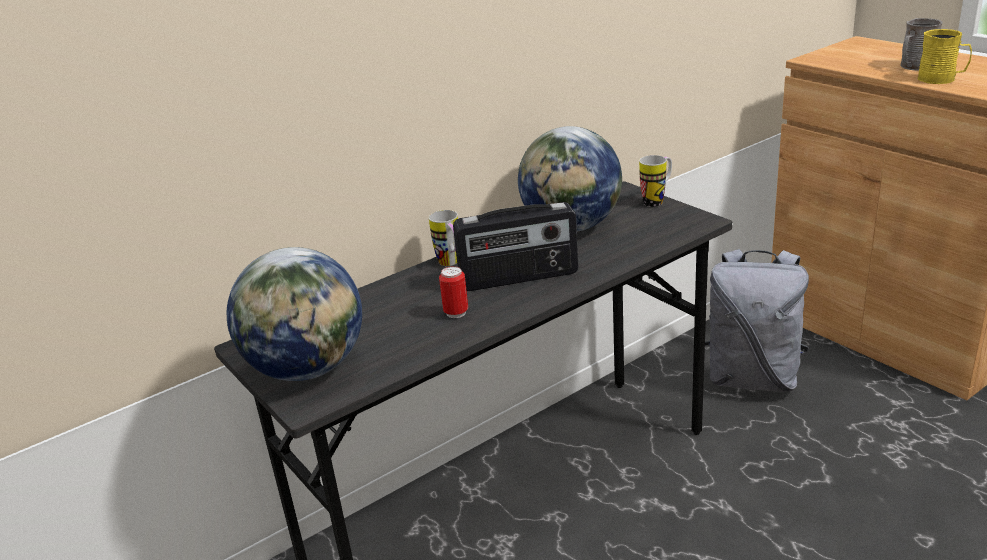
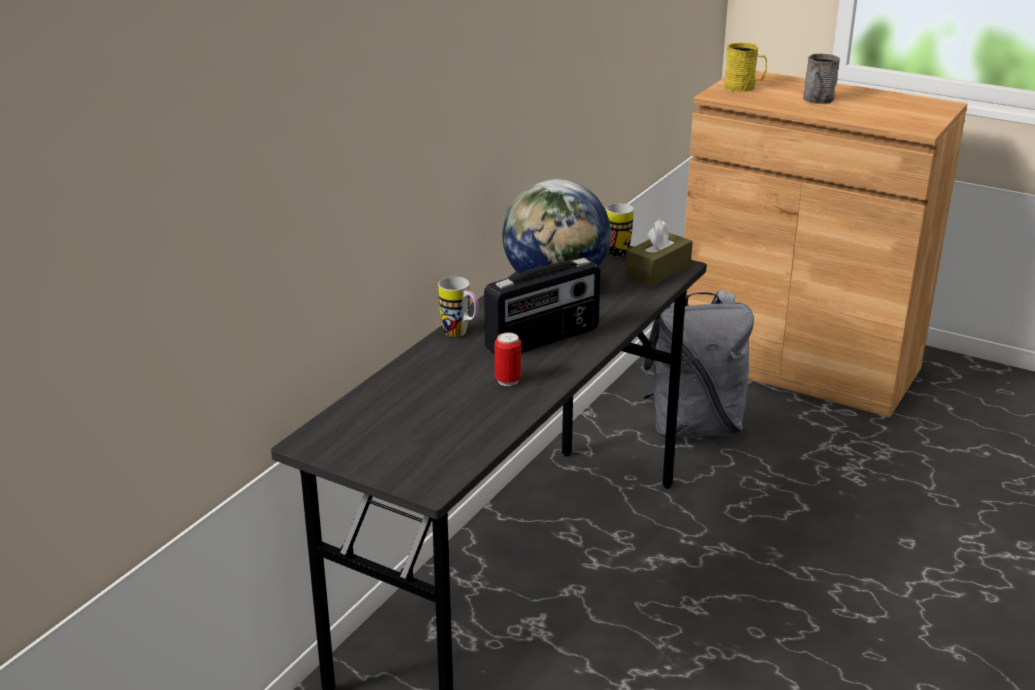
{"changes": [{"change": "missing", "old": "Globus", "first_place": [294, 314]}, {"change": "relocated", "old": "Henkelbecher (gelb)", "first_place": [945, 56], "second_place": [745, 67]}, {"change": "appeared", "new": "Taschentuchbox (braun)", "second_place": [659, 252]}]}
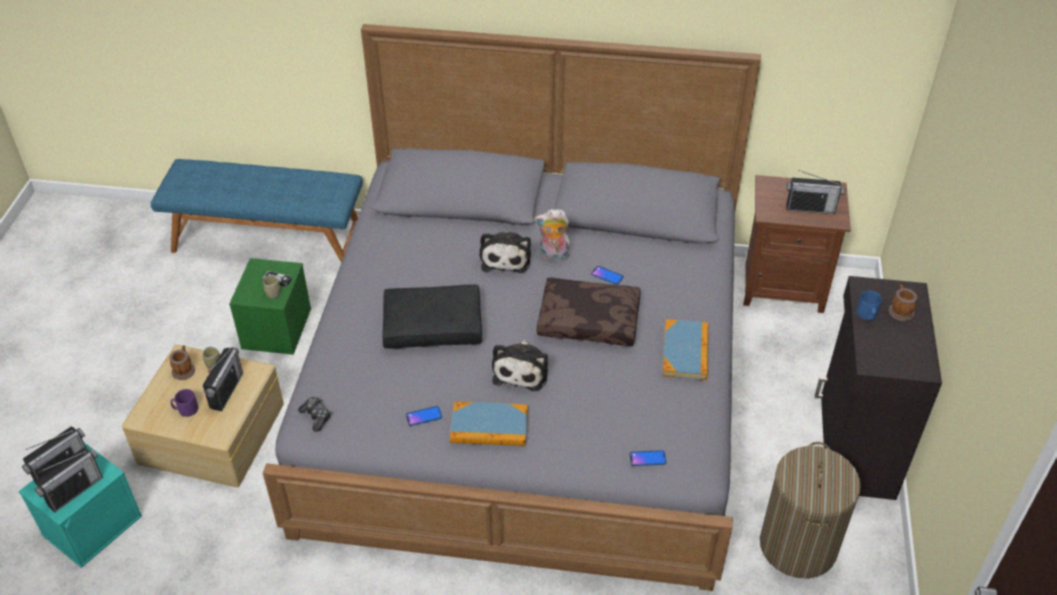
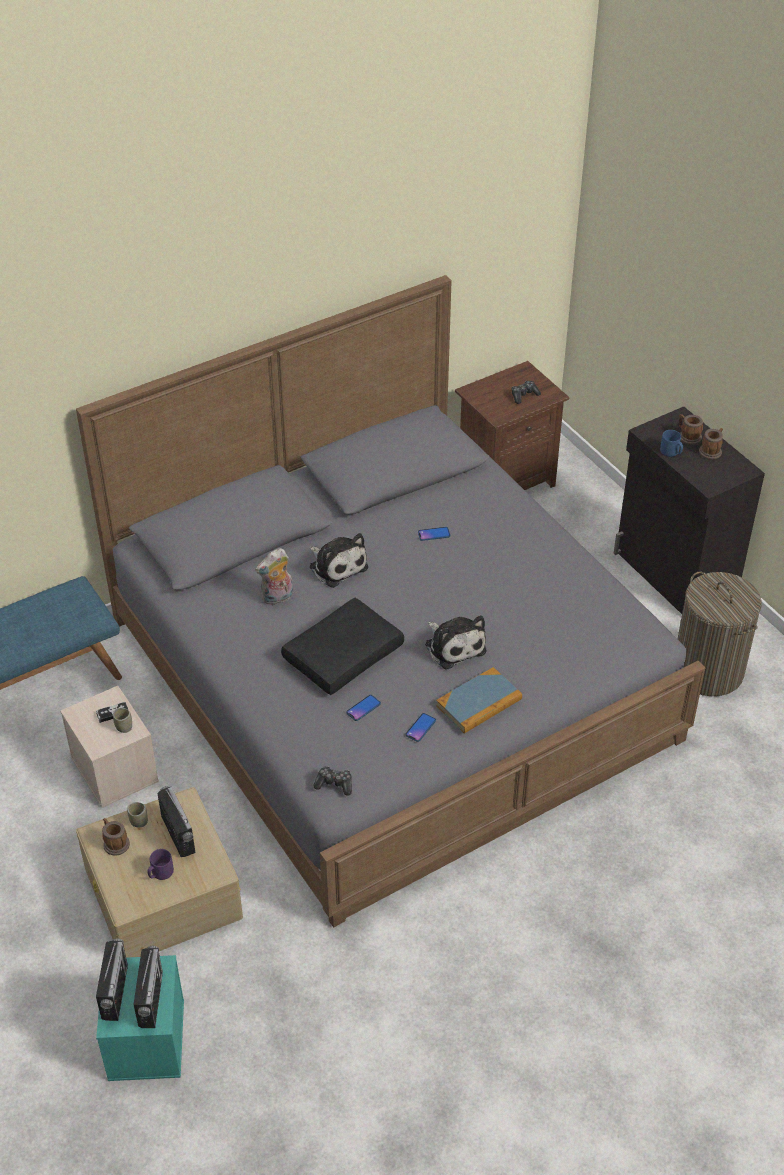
{"changes": [{"change": "colour", "old": "Aufbewahrungsbox (grün)", "new": "Aufbewahrungsbox (beige)", "first_place": [270, 306], "second_place": [109, 747]}, {"change": "relocated", "old": "Plüschtier", "first_place": [552, 235], "second_place": [274, 576]}, {"change": "missing", "old": "Kissen (braun)", "first_place": [588, 312]}, {"change": "relocated", "old": "Handy", "first_place": [648, 458], "second_place": [363, 708]}, {"change": "missing", "old": "Buch", "first_place": [685, 349]}, {"change": "exchanged", "old": "Radio", "new": "Gamepad", "first_place": [815, 192], "second_place": [526, 392]}, {"change": "appeared", "new": "Henkelbecher", "second_place": [711, 444]}]}
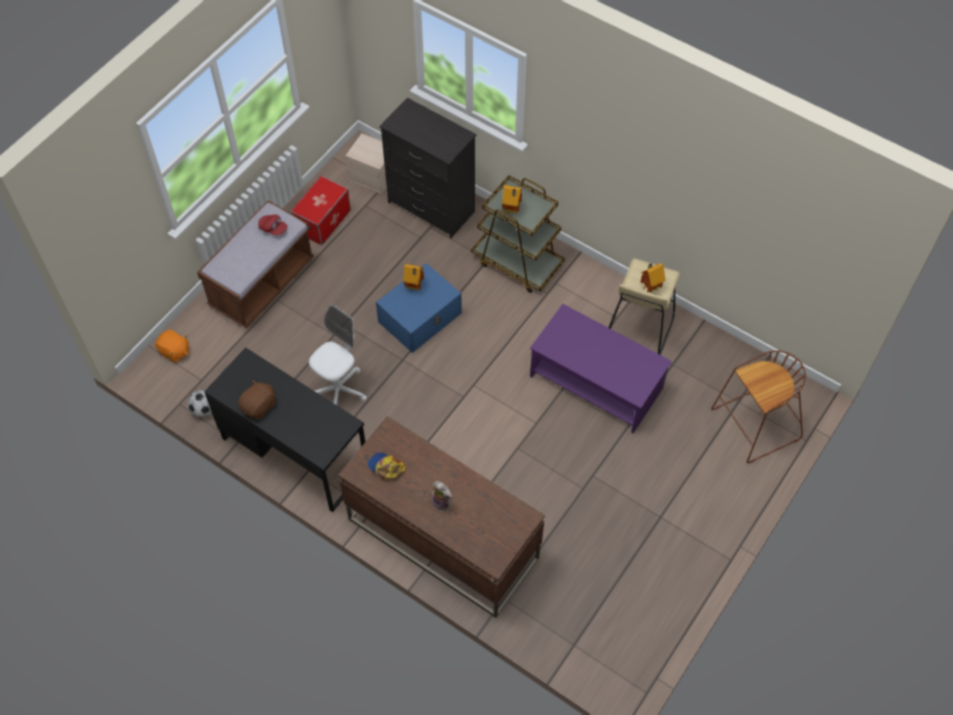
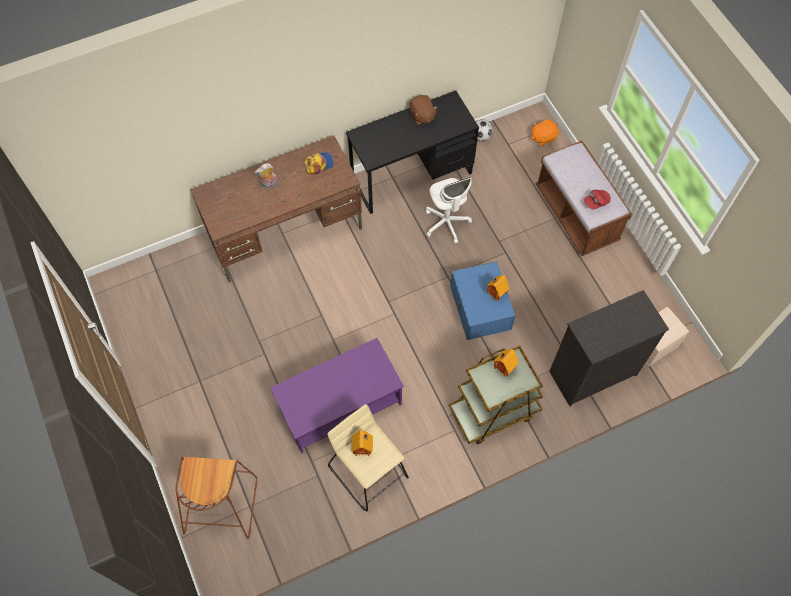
{"changes": [{"change": "missing", "old": "Aufbewahrungsbox", "first_place": [320, 210]}]}
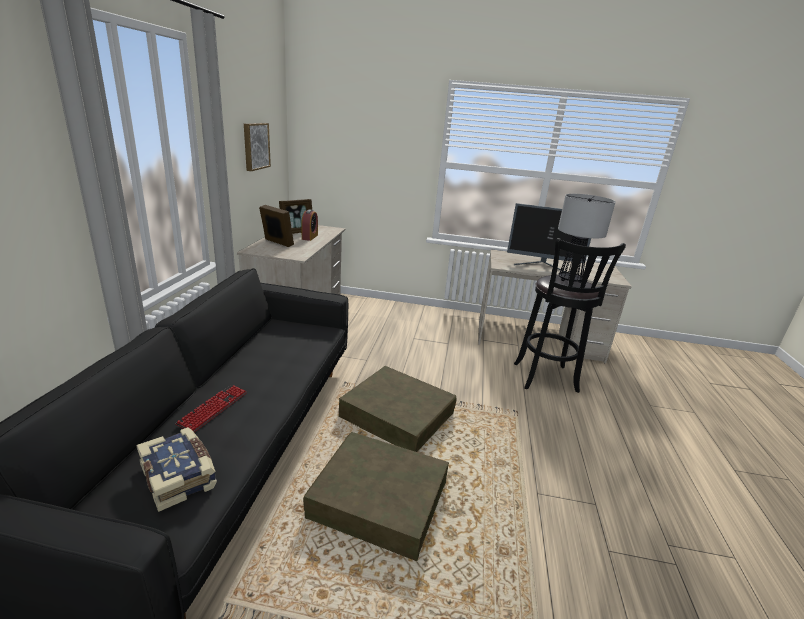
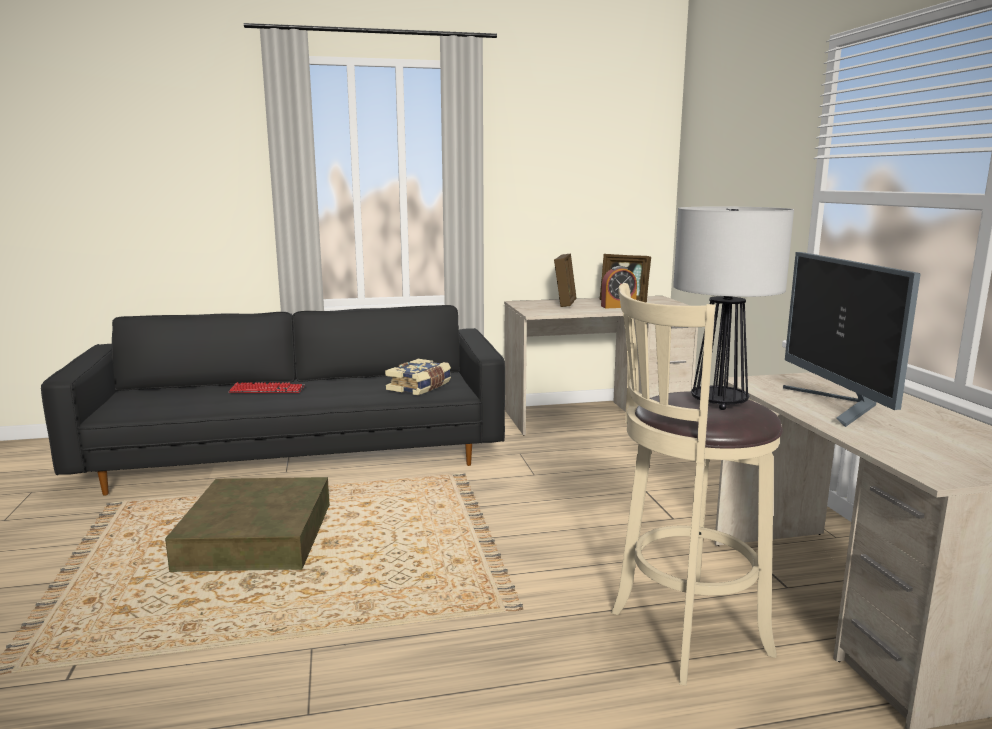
{"changes": [{"change": "relocated", "old": "Buch", "first_place": [176, 469], "second_place": [418, 377]}, {"change": "missing", "old": "Bild", "first_place": [257, 147]}, {"change": "missing", "old": "Aufbewahrungsbox (braun)", "first_place": [398, 409]}, {"change": "colour", "old": "Hocker (schwarz)", "new": "Hocker (beige)", "first_place": [570, 315], "second_place": [697, 484]}]}
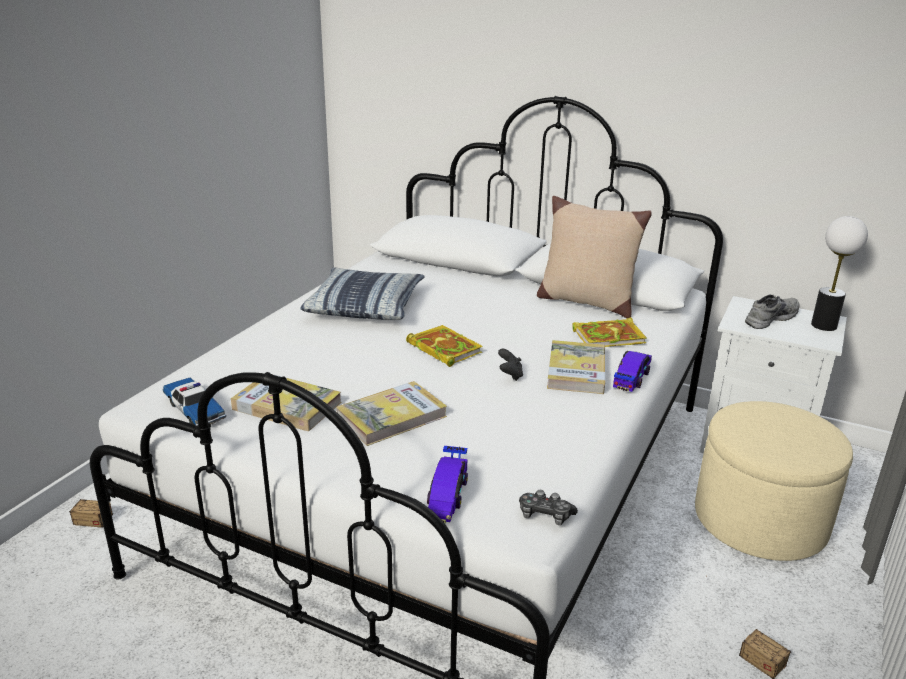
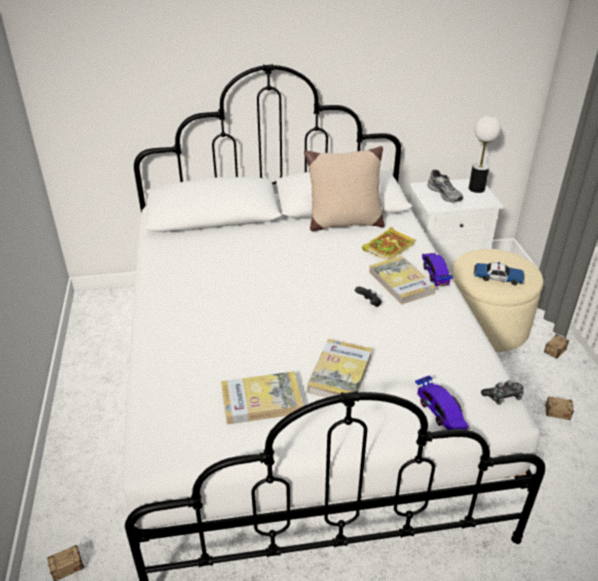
{"changes": [{"change": "relocated", "old": "Spielzeugauto", "first_place": [194, 402], "second_place": [499, 273]}, {"change": "missing", "old": "Kissen", "first_place": [362, 293]}, {"change": "missing", "old": "Buch", "first_place": [444, 346]}, {"change": "spun", "old": "Schuh (grau)", "first_place": [772, 312], "second_place": [445, 186], "degrees": 135}, {"change": "appeared", "new": "Aufbewahrungsbox", "second_place": [556, 346]}]}
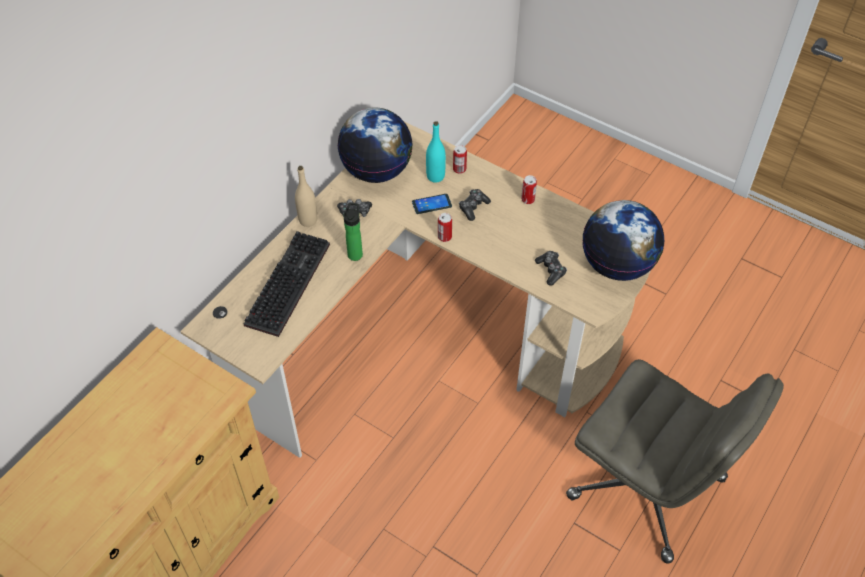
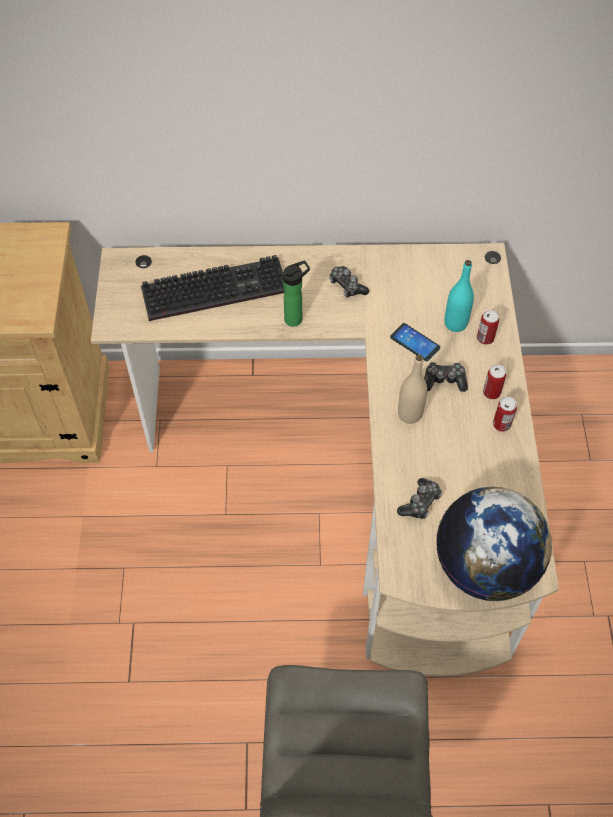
{"changes": [{"change": "relocated", "old": "Flasche (beige)", "first_place": [306, 196], "second_place": [412, 389]}, {"change": "missing", "old": "Globus", "first_place": [374, 145]}, {"change": "relocated", "old": "Dose", "first_place": [445, 227], "second_place": [494, 381]}]}
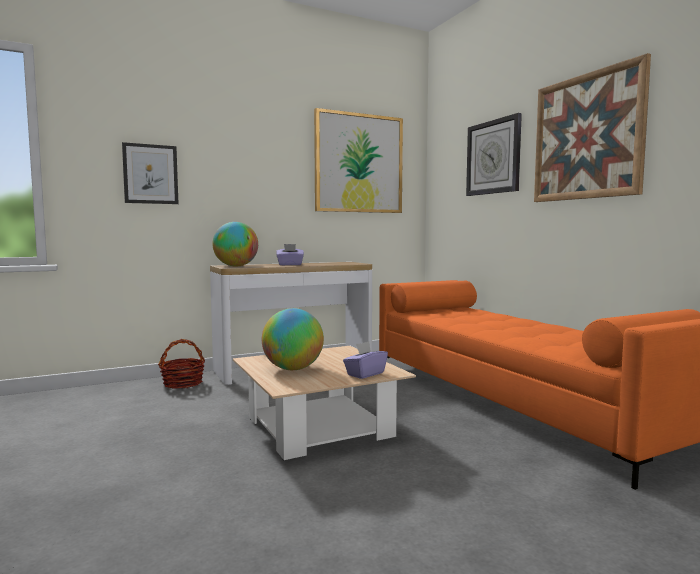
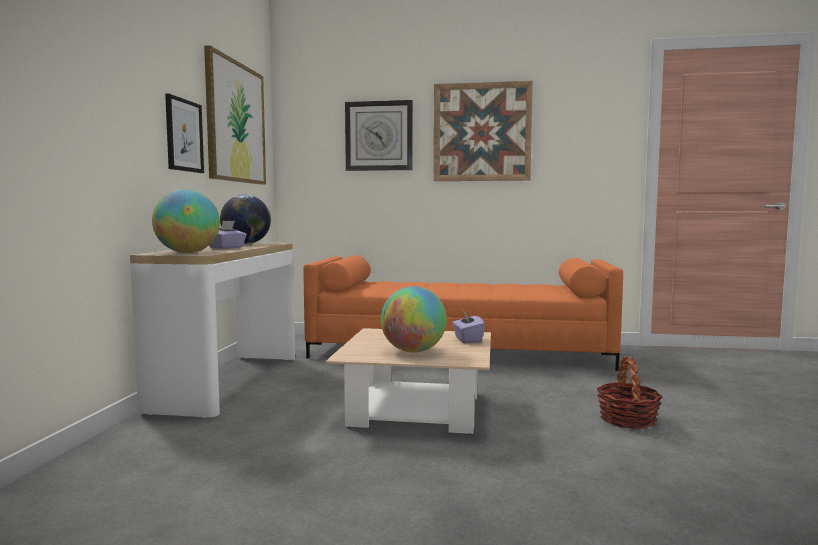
{"changes": [{"change": "relocated", "old": "Bild", "first_place": [150, 173], "second_place": [184, 133]}, {"change": "relocated", "old": "Korb", "first_place": [181, 364], "second_place": [629, 393]}, {"change": "appeared", "new": "Globus", "second_place": [245, 219]}]}
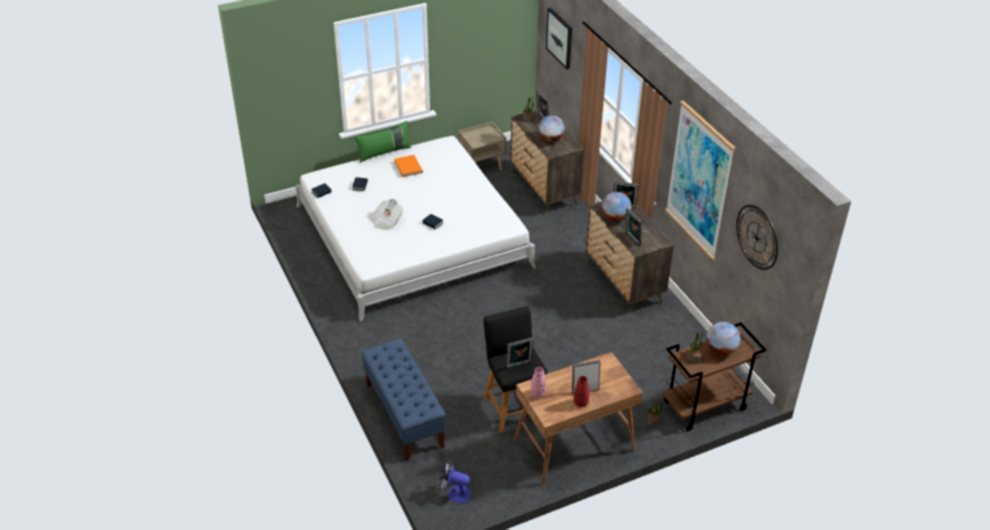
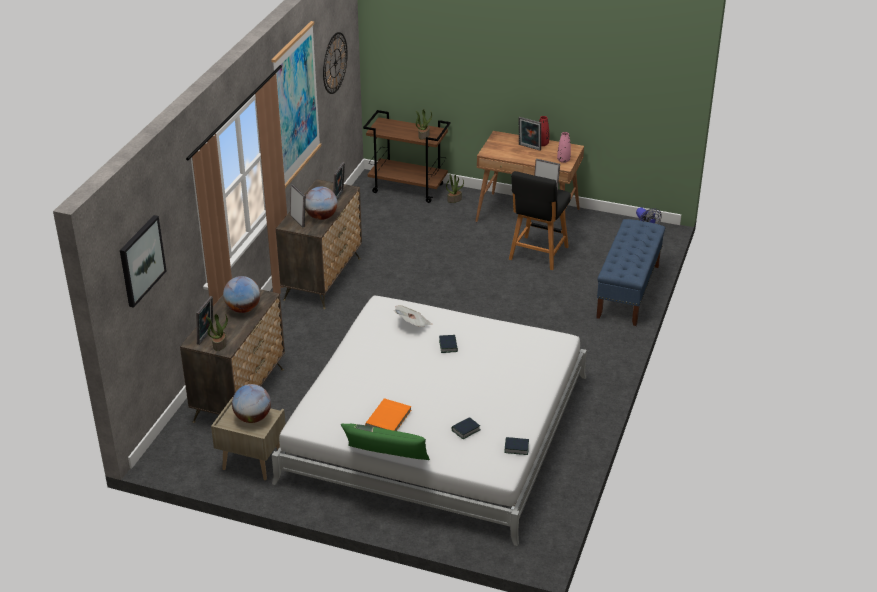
{"changes": [{"change": "relocated", "old": "Zeitung", "first_place": [388, 214], "second_place": [413, 316]}, {"change": "relocated", "old": "Globus", "first_place": [723, 338], "second_place": [251, 403]}]}
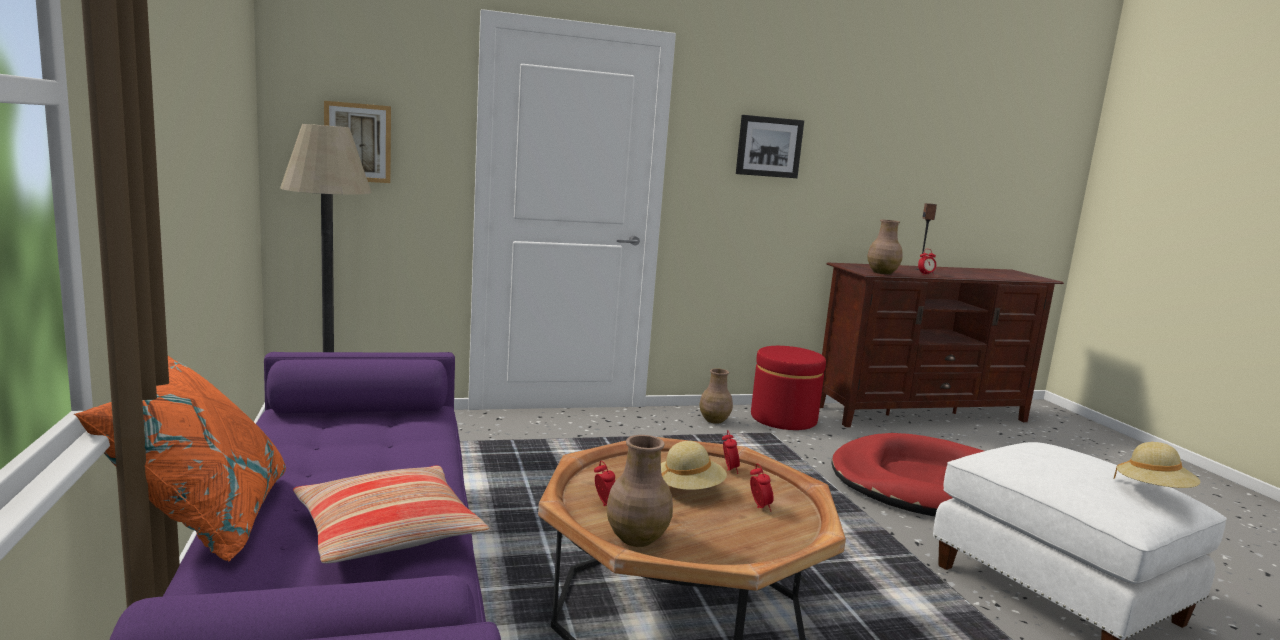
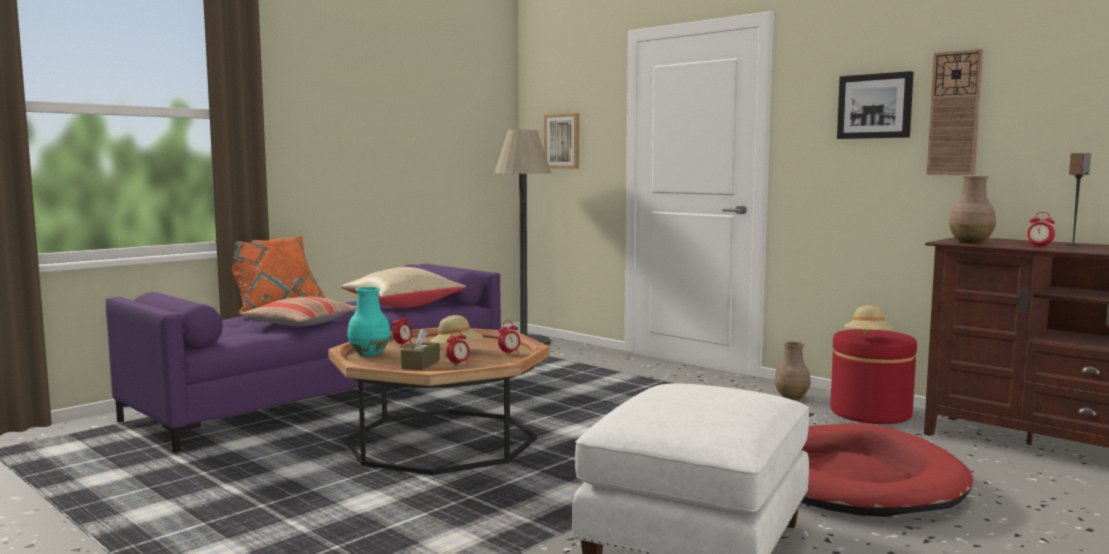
{"changes": [{"change": "colour", "old": "Vase (braun)", "new": "Vase (türkis)", "first_place": [639, 491], "second_place": [369, 321]}, {"change": "relocated", "old": "Hut (beige)", "first_place": [1157, 465], "second_place": [869, 320]}, {"change": "appeared", "new": "Kissen (beige)", "second_place": [403, 287]}, {"change": "appeared", "new": "Taschentuchbox (braun)", "second_place": [420, 349]}, {"change": "appeared", "new": "Wanduhr", "second_place": [955, 112]}]}
